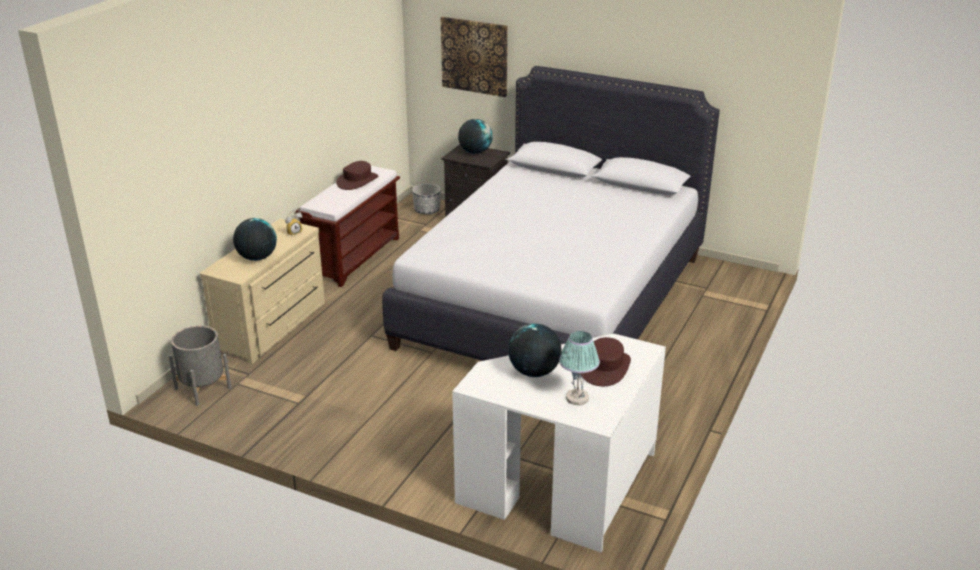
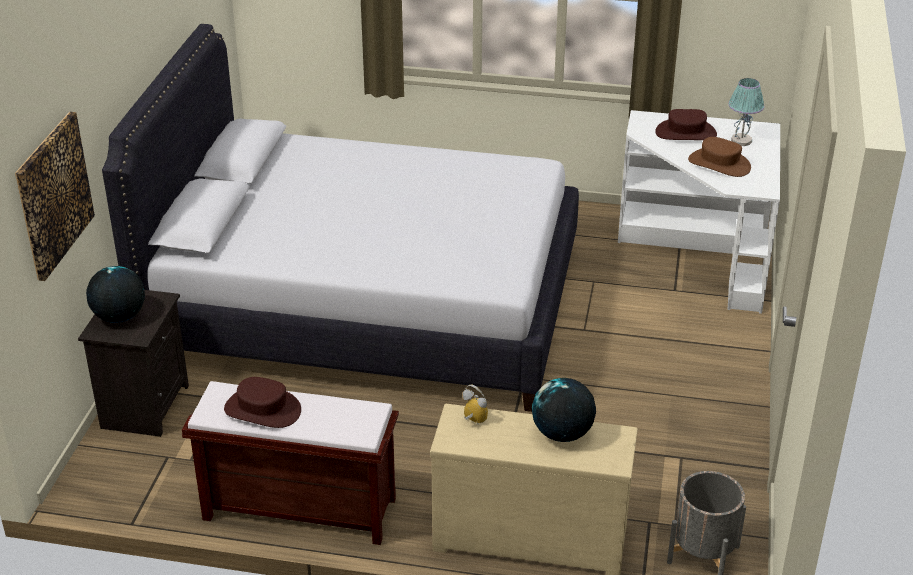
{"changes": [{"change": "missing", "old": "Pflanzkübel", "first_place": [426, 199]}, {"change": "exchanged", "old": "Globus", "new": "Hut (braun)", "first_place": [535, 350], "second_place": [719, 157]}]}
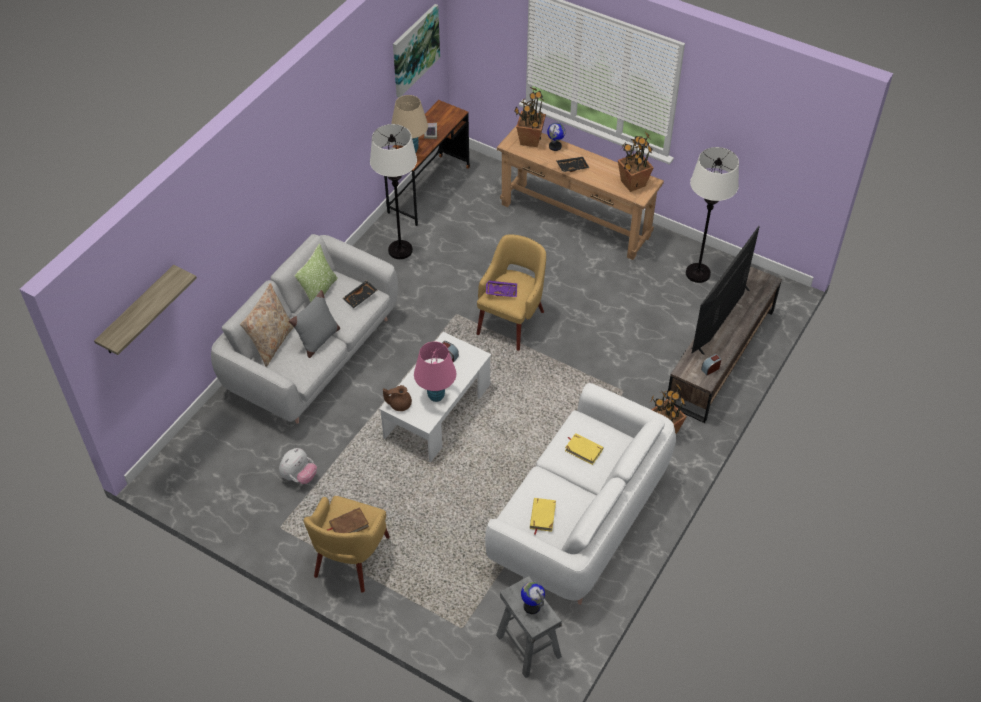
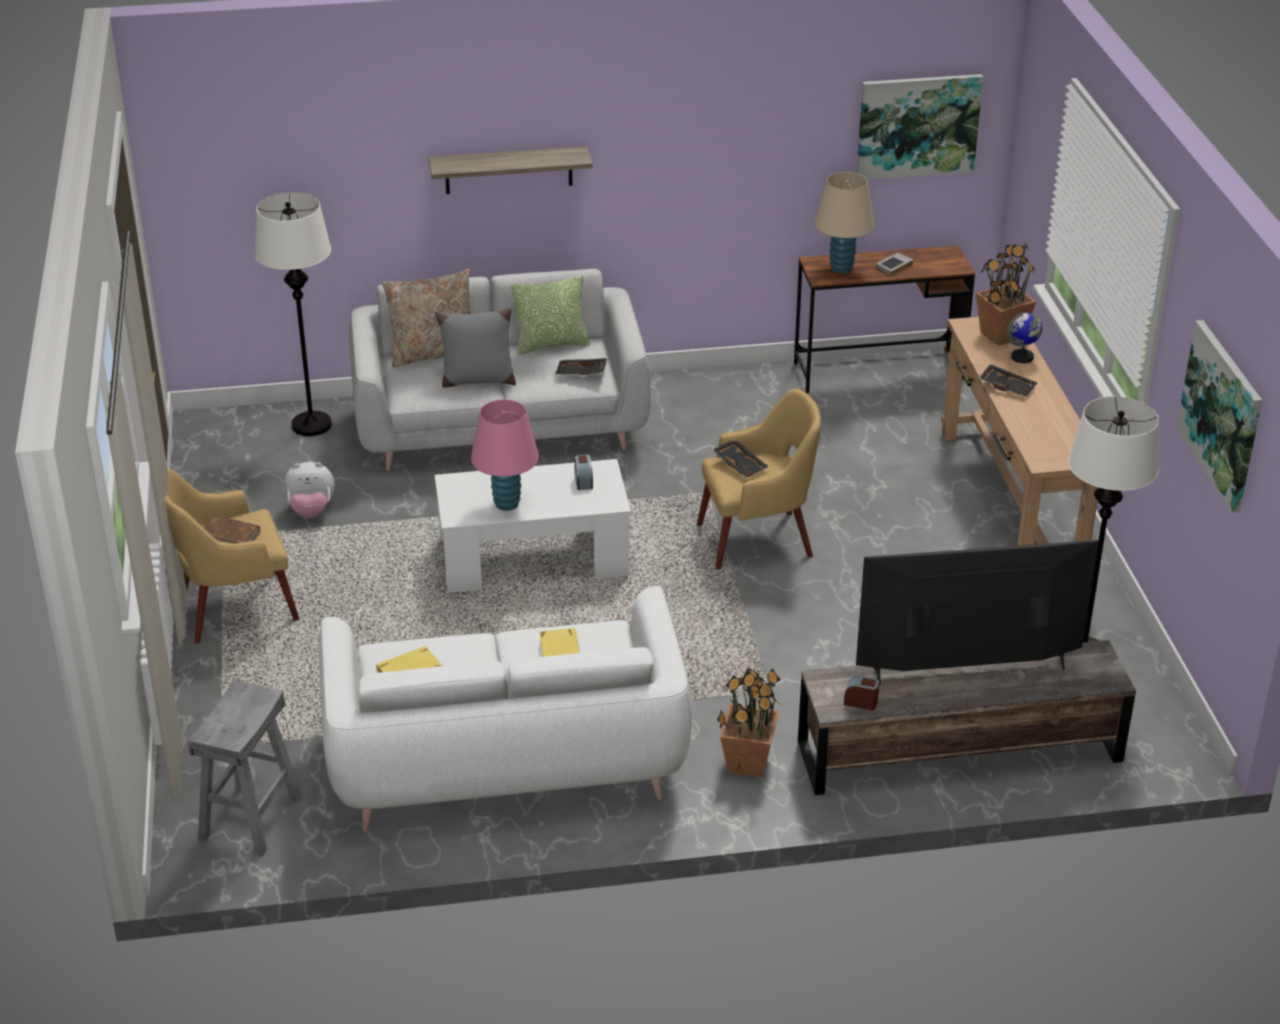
{"changes": [{"change": "relocated", "old": "Wandregal", "first_place": [145, 310], "second_place": [510, 170]}, {"change": "relocated", "old": "Stehlampe (weiß)", "first_place": [393, 191], "second_place": [293, 314]}, {"change": "missing", "old": "Teekanne (braun)", "first_place": [397, 398]}, {"change": "colour", "old": "Tablett (lila)", "new": "Tablett (schwarz)", "first_place": [501, 288], "second_place": [740, 459]}, {"change": "missing", "old": "Globus", "first_place": [533, 597]}, {"change": "missing", "old": "Topfpflanze", "first_place": [636, 162]}, {"change": "appeared", "new": "Bild", "second_place": [1219, 416]}]}
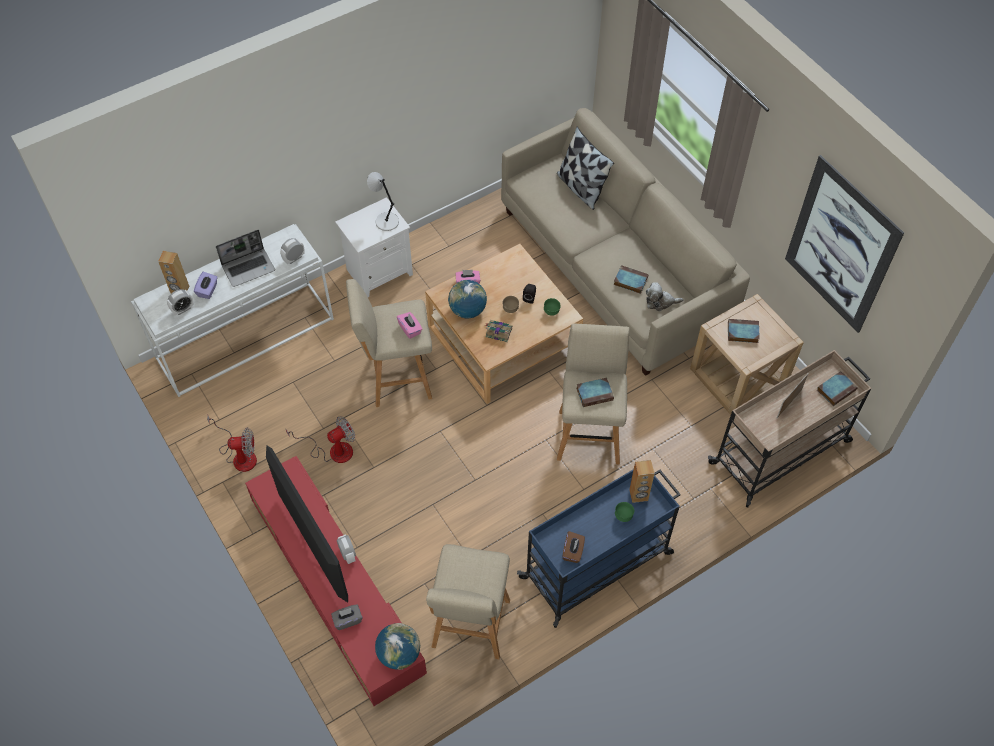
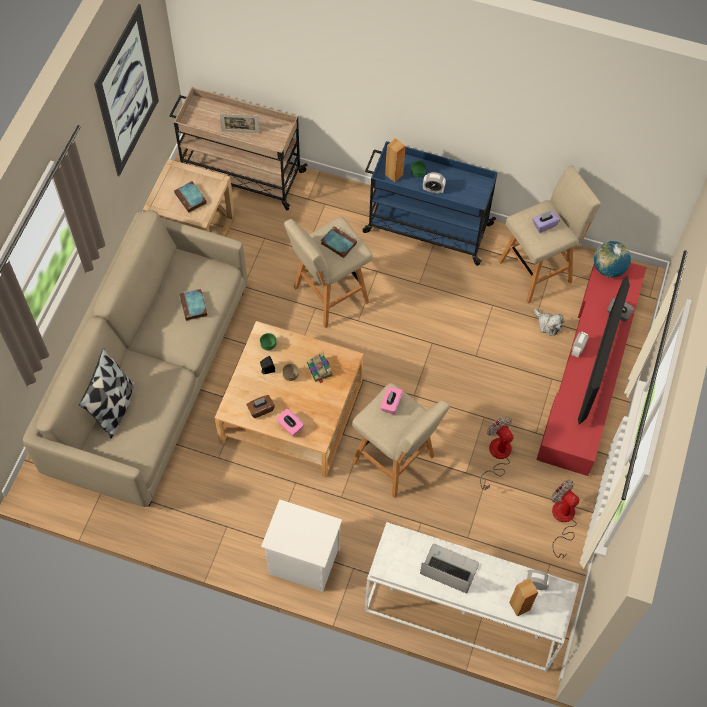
{"changes": [{"change": "relocated", "old": "Taschentuchbox (lila)", "first_place": [206, 285], "second_place": [546, 222]}, {"change": "relocated", "old": "Wecker", "first_place": [292, 251], "second_place": [434, 183]}, {"change": "spun", "old": "Ventilator", "first_place": [320, 439], "second_place": [497, 453], "degrees": 45}, {"change": "missing", "old": "Tischlampe (grau)", "first_place": [383, 201]}, {"change": "missing", "old": "Globus", "first_place": [467, 299]}, {"change": "relocated", "old": "Taschentuchbox (braun)", "first_place": [573, 547], "second_place": [261, 406]}, {"change": "relocated", "old": "Plüschtier", "first_place": [664, 296], "second_place": [549, 322]}, {"change": "missing", "old": "Buch", "first_place": [837, 388]}]}
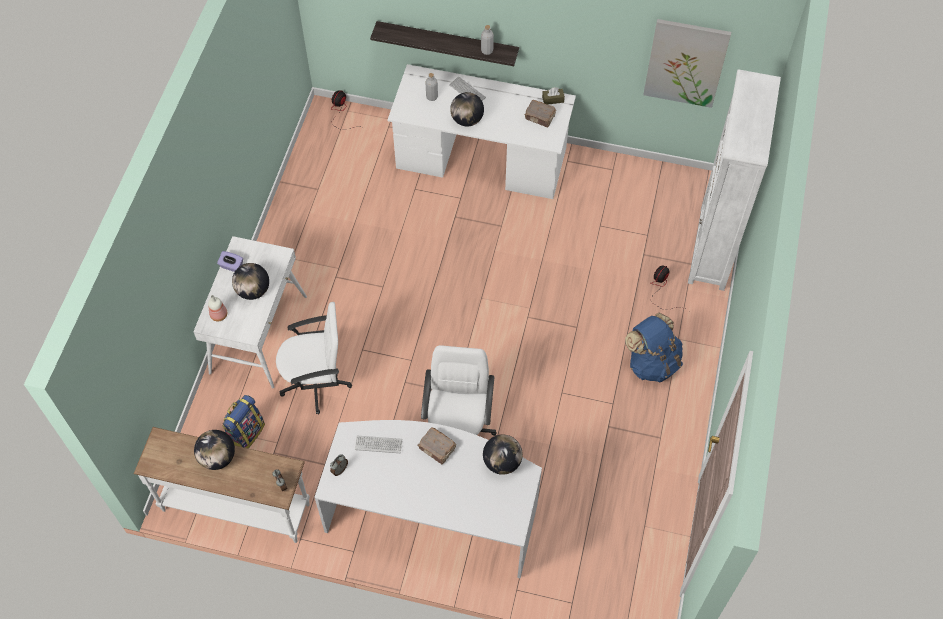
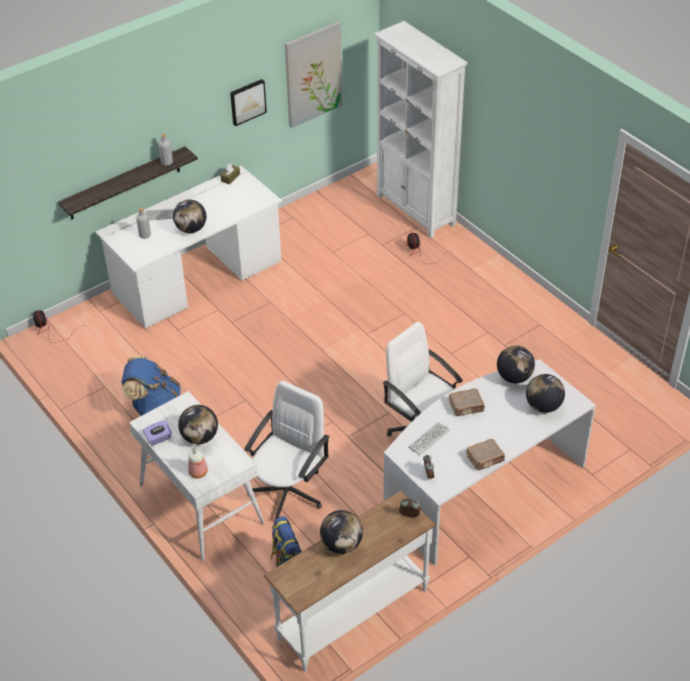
{"changes": [{"change": "relocated", "old": "Buch (braun)", "first_place": [540, 114], "second_place": [485, 454]}, {"change": "relocated", "old": "Rucksack (blau)", "first_place": [654, 347], "second_place": [151, 386]}, {"change": "appeared", "new": "Bild", "second_place": [248, 102]}, {"change": "appeared", "new": "Globus", "second_place": [545, 393]}]}
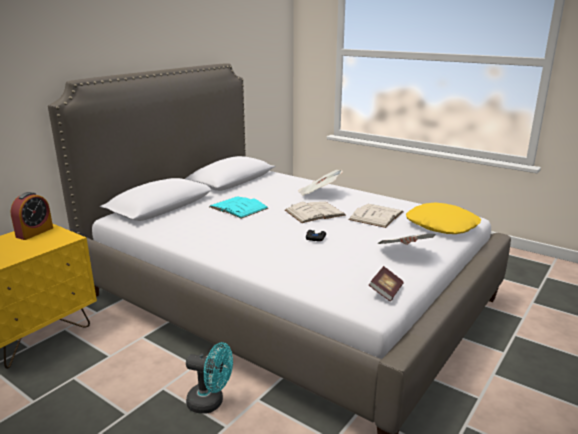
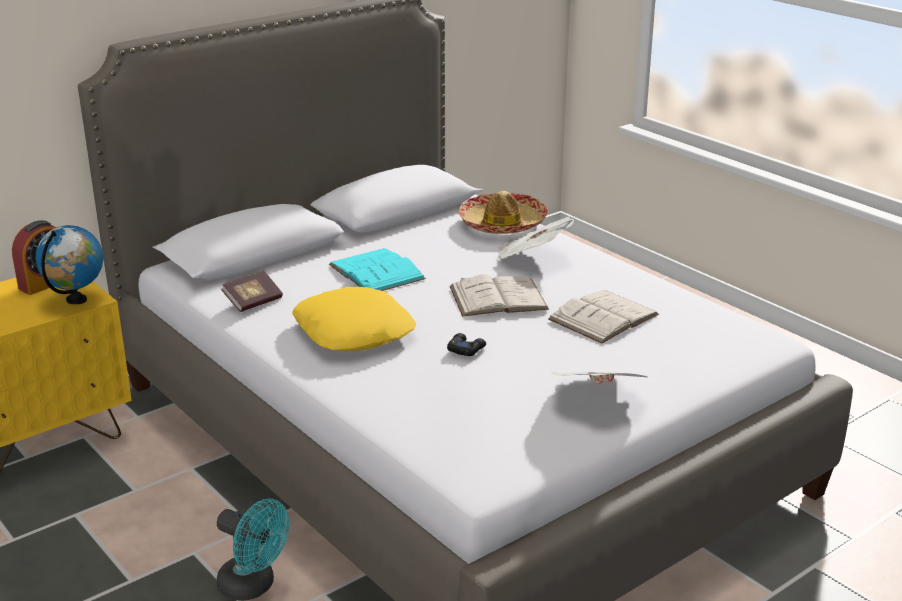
{"changes": [{"change": "relocated", "old": "Buch", "first_place": [386, 283], "second_place": [252, 291]}, {"change": "relocated", "old": "Kissen (gelb)", "first_place": [443, 218], "second_place": [354, 319]}, {"change": "appeared", "new": "Globus", "second_place": [69, 265]}, {"change": "appeared", "new": "Hut", "second_place": [503, 212]}]}
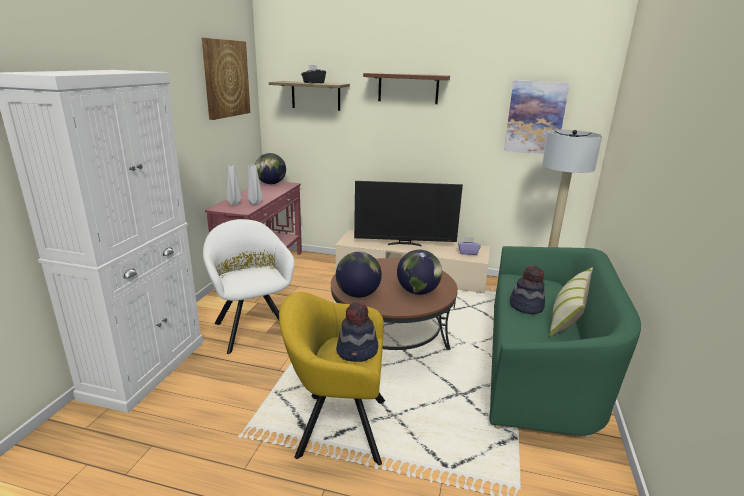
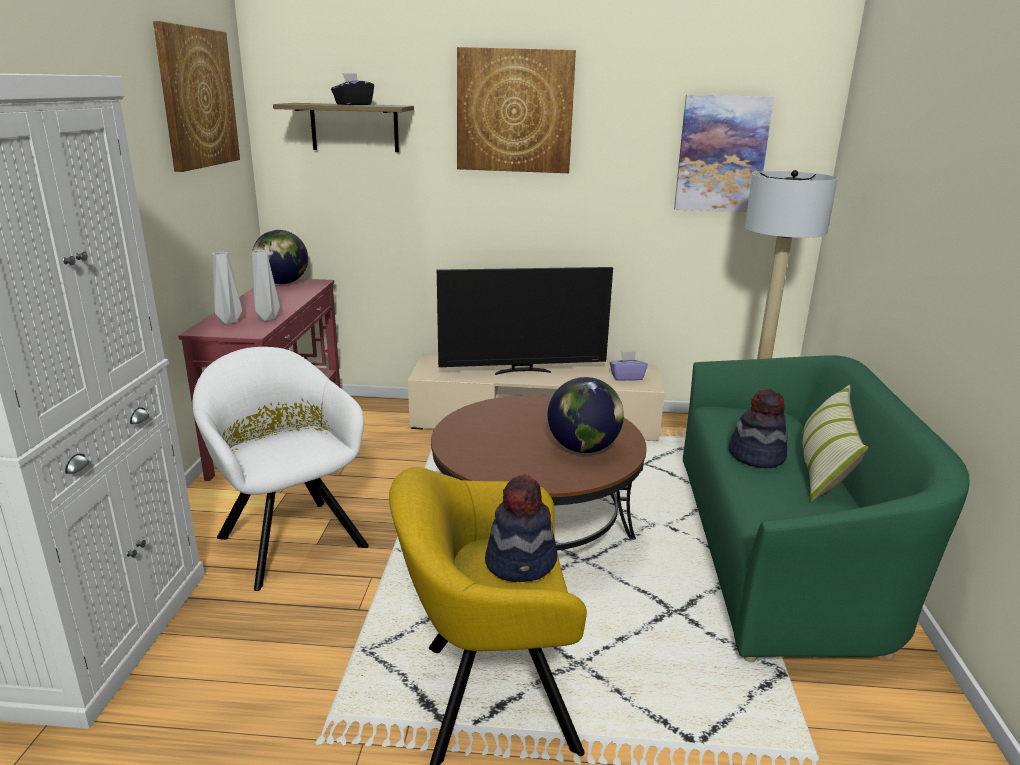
{"changes": [{"change": "missing", "old": "Globus", "first_place": [359, 275]}, {"change": "exchanged", "old": "Wandregal (braun)", "new": "Bild", "first_place": [406, 88], "second_place": [516, 110]}]}
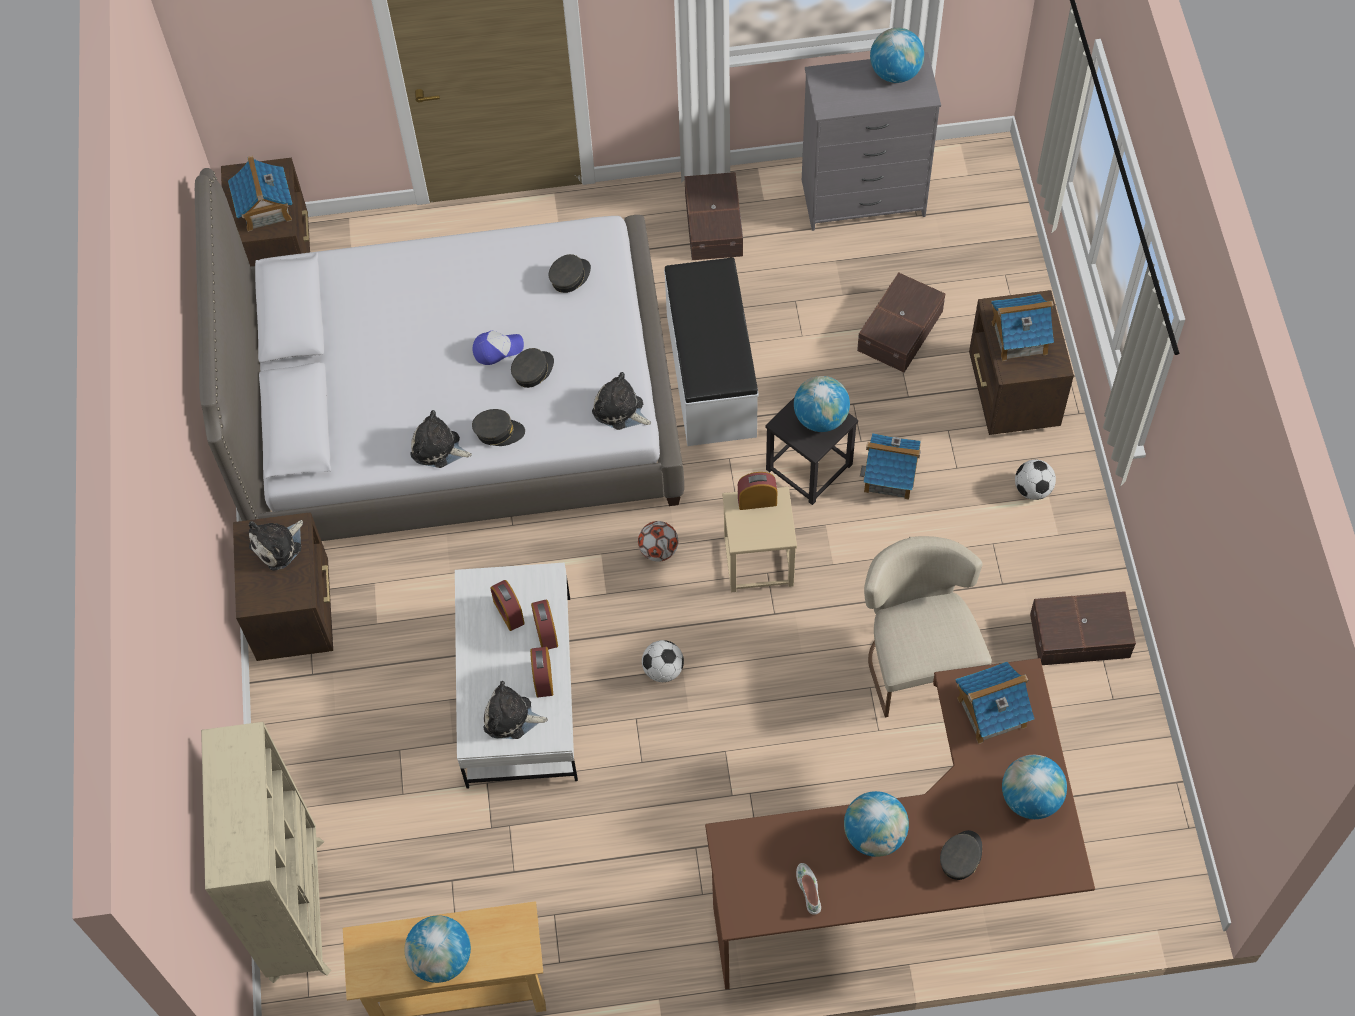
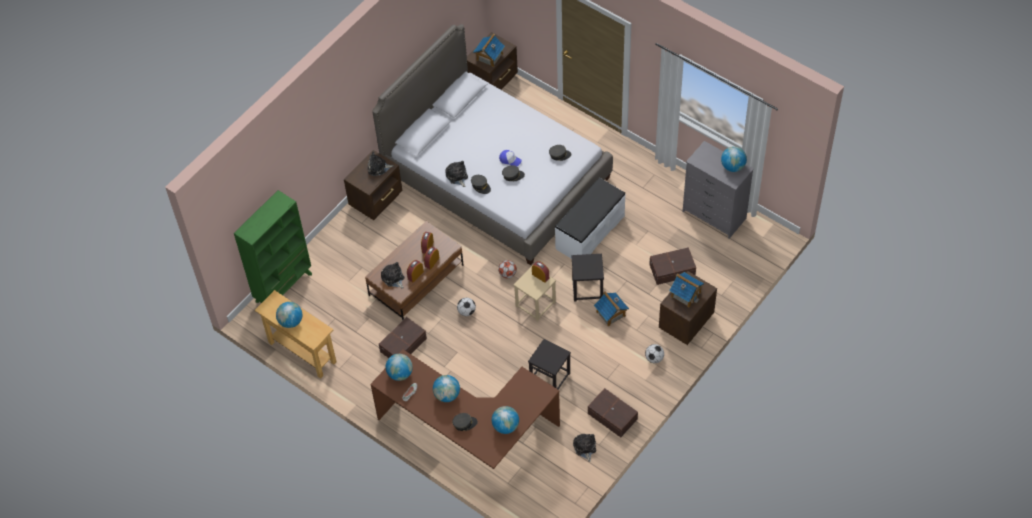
{"changes": [{"change": "colour", "old": "Bücherregal (beige)", "new": "Bücherregal (grün)", "first_place": [266, 852], "second_place": [273, 246]}, {"change": "colour", "old": "Couchtisch (weiß)", "new": "Couchtisch (braun)", "first_place": [516, 675], "second_place": [414, 271]}, {"change": "relocated", "old": "Plüschtier", "first_place": [621, 401], "second_place": [584, 448]}, {"change": "relocated", "old": "Aufbewahrungsbox (braun)", "first_place": [713, 216], "second_place": [403, 337]}, {"change": "relocated", "old": "Globus", "first_place": [822, 404], "second_place": [399, 367]}, {"change": "exchanged", "old": "Stuhl (beige)", "new": "Hocker (schwarz)", "first_place": [928, 626], "second_place": [549, 364]}, {"change": "missing", "old": "Spielzeughaus", "first_place": [994, 703]}]}
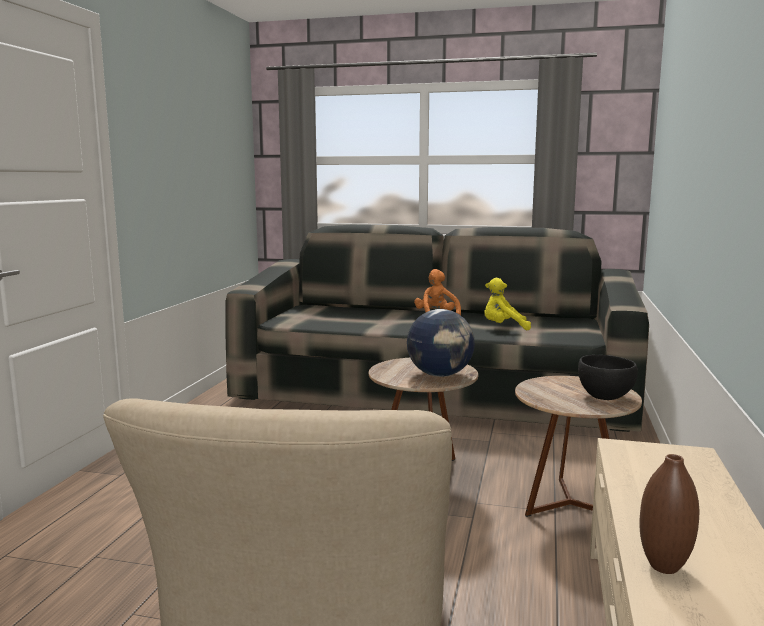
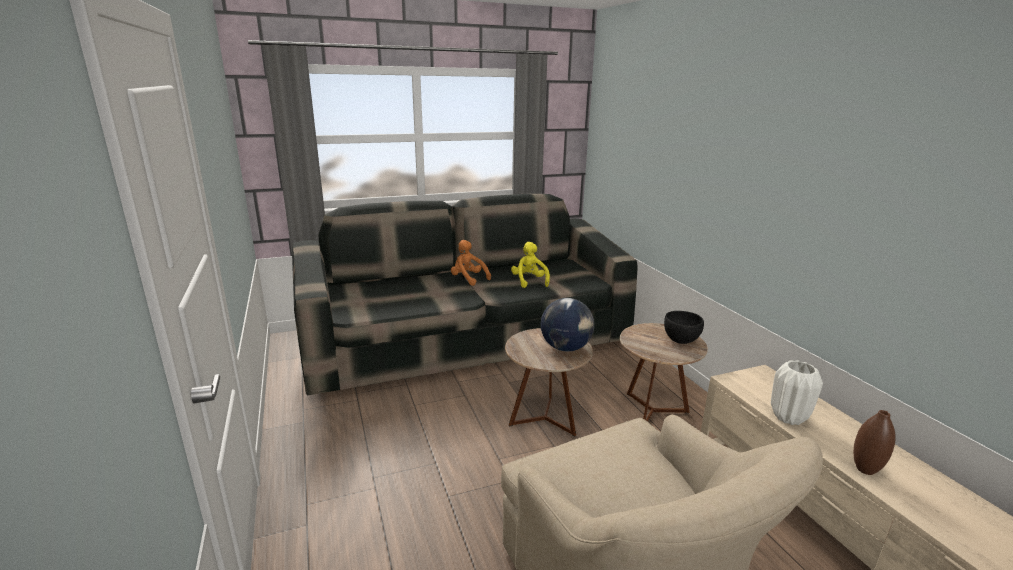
{"changes": [{"change": "spun", "old": "Plüschtier (gelb)", "first_place": [507, 304], "second_place": [530, 265], "degrees": 105}, {"change": "appeared", "new": "Vase (weiß)", "second_place": [797, 392]}]}
